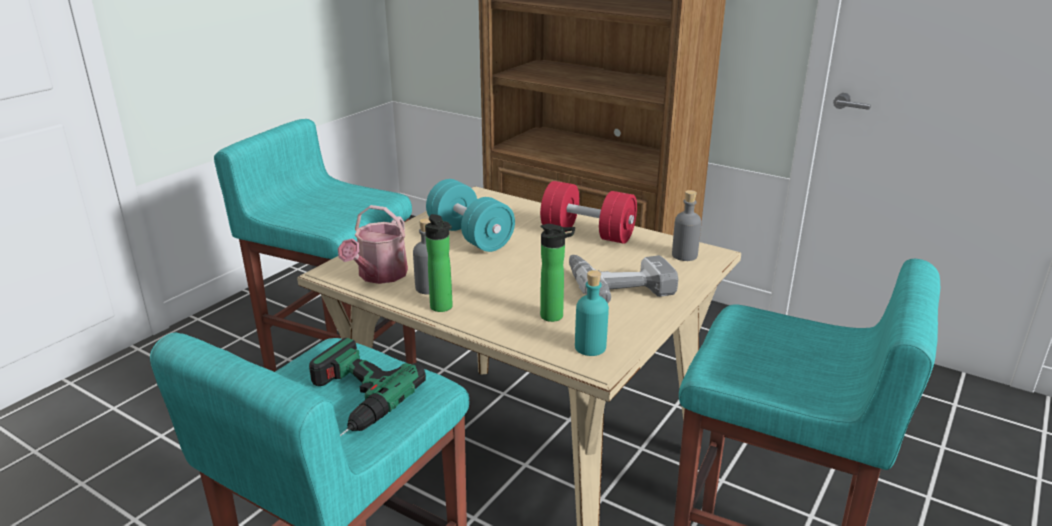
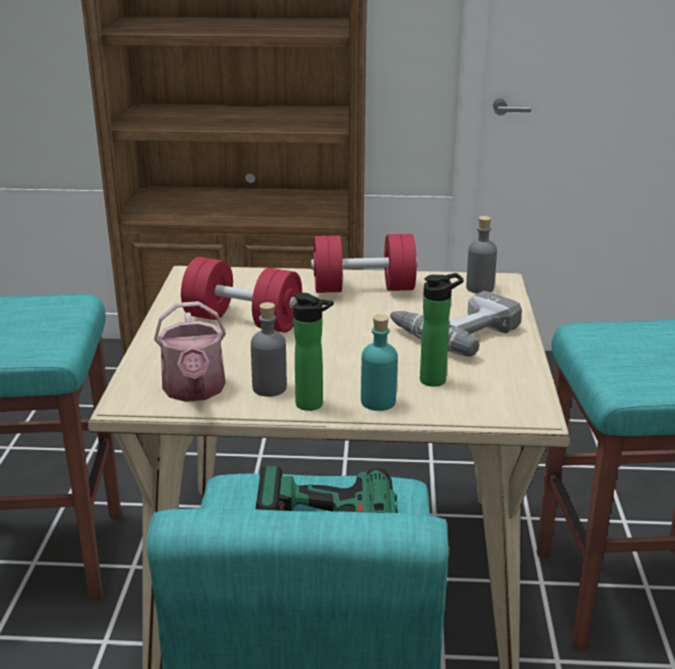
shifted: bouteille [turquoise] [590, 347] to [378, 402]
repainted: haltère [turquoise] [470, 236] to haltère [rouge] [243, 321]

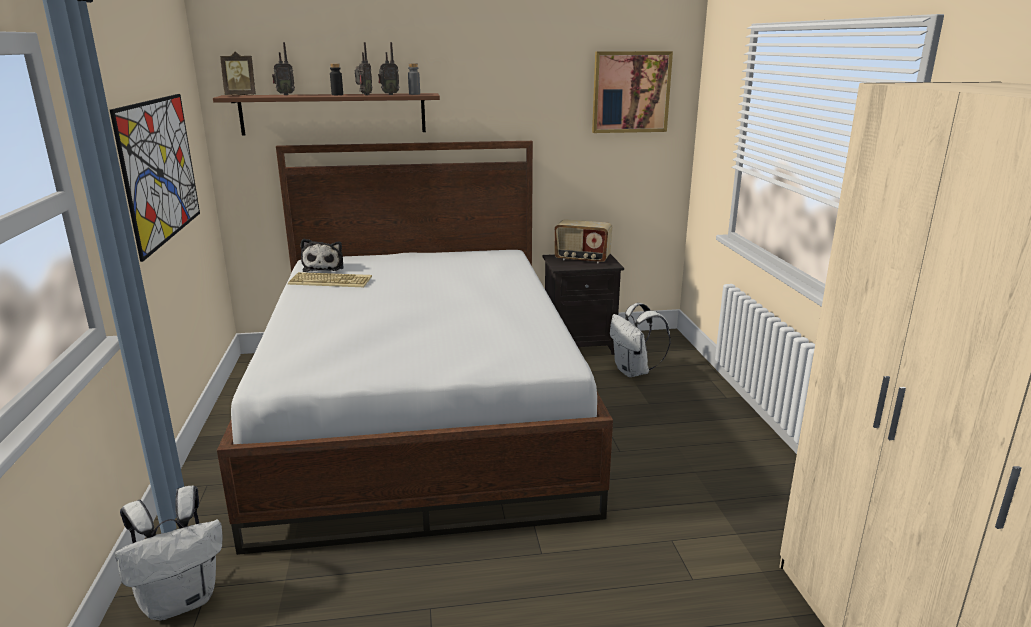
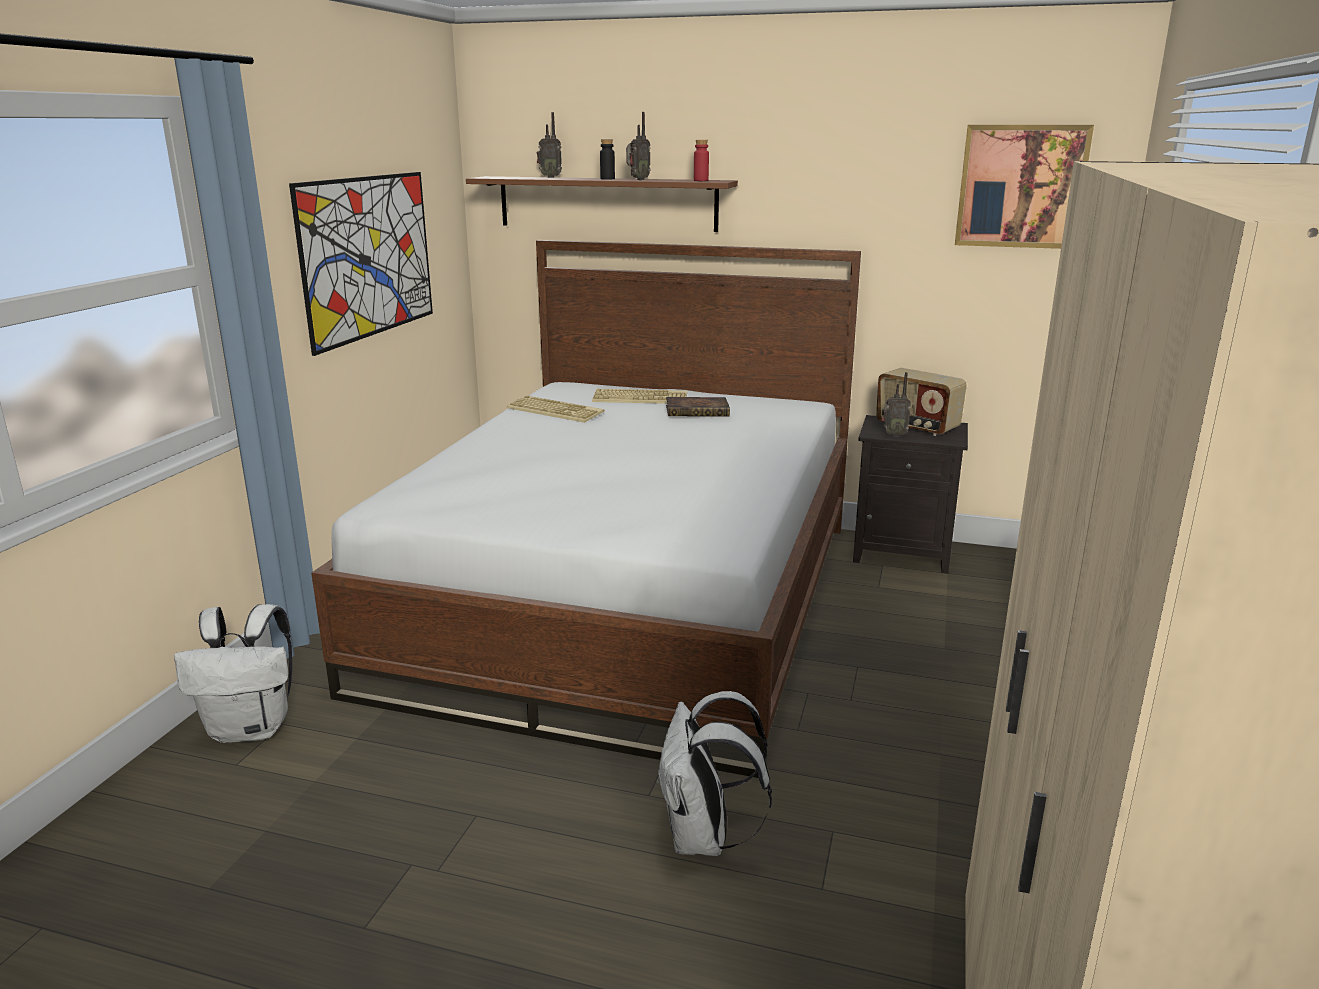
gone: cadre photo [241, 95]; peluche [324, 267]
new: clavier [641, 398]; livre [698, 411]
shifted: radio [389, 94] to [893, 435]; sac à dos [blanc] [634, 372] to [704, 838]
repainted: bouteille [gris] [414, 94] to bouteille [rouge] [701, 180]

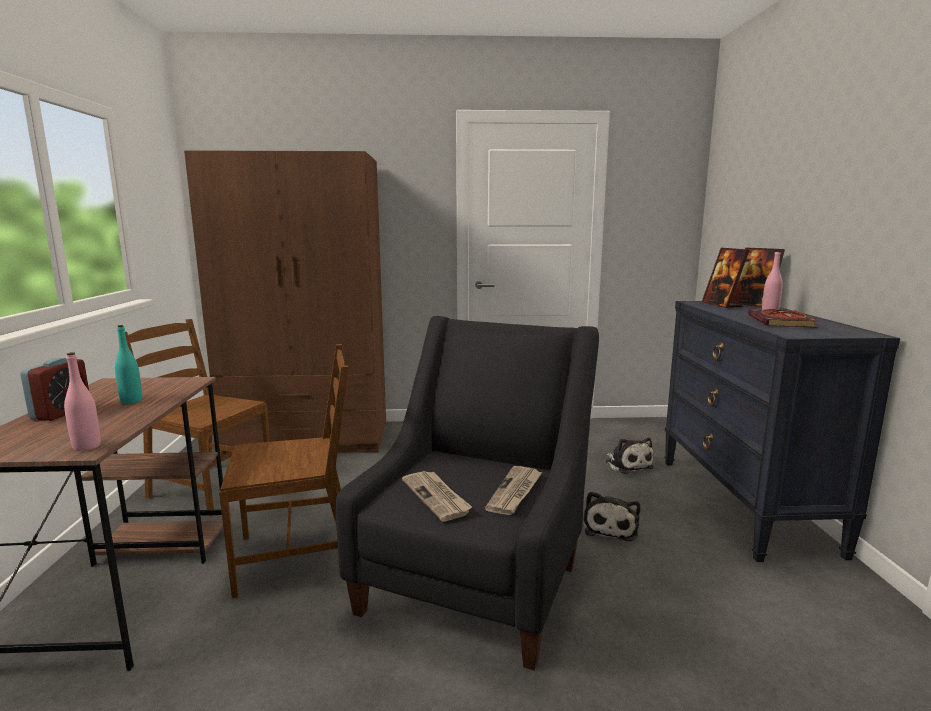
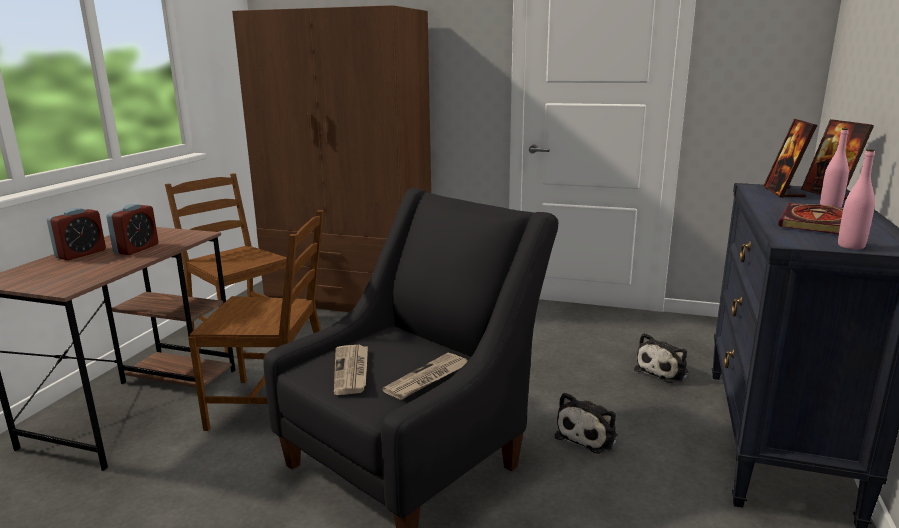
shifted: bouteille [rose] [87, 447] to [851, 246]
swapped: bouteille [turquoise] [131, 401] to réveil [136, 249]
rotated: peluche [627, 464] = [663, 371] 45 degrees clockwise

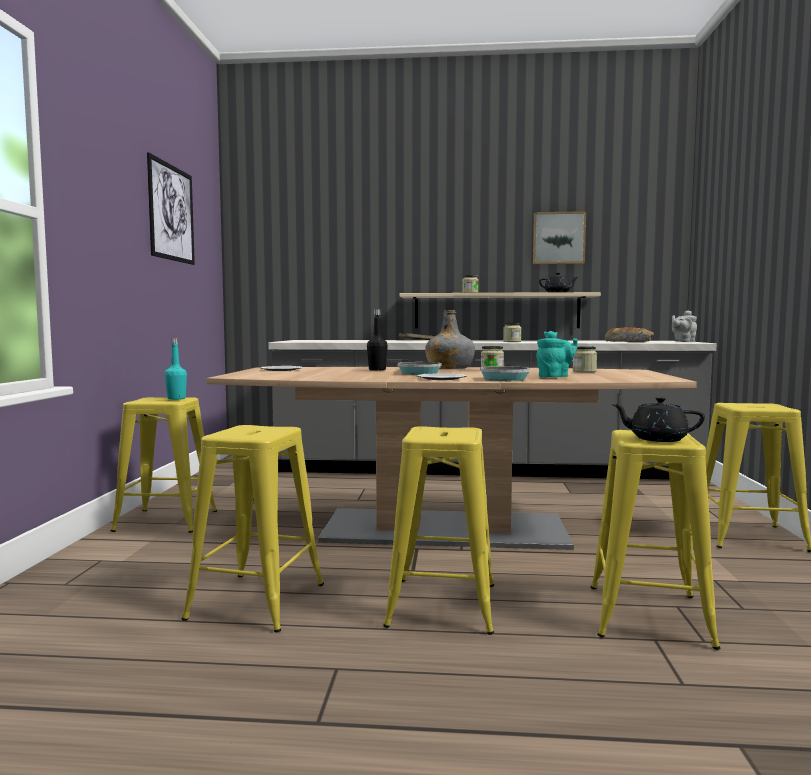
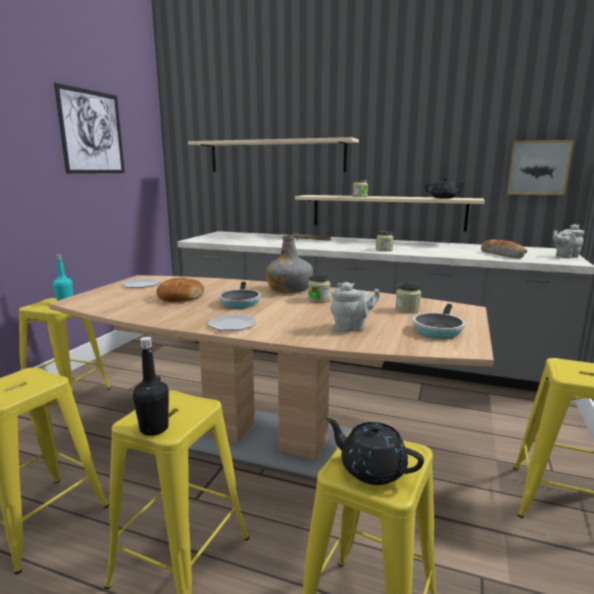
new: pain [180, 297]; étagère [beige] [276, 156]
shifted: bouteille [noir] [377, 369] to [154, 429]; poêle [504, 378] to [438, 329]; tableau [558, 238] to [538, 168]
repainted: théière [turquoise] [555, 377] to théière [gris] [351, 328]

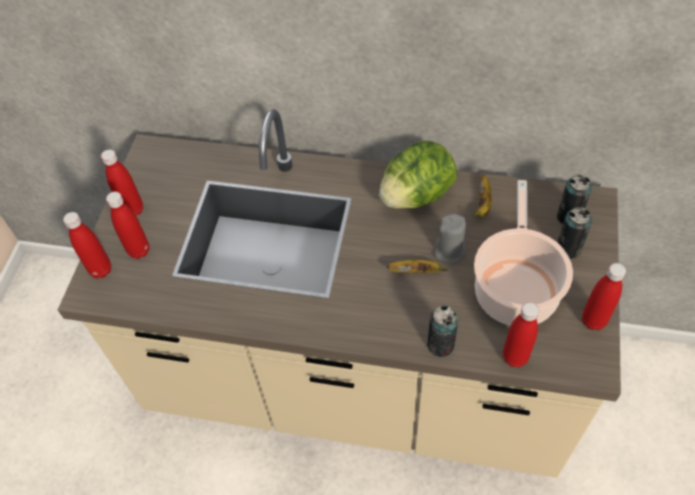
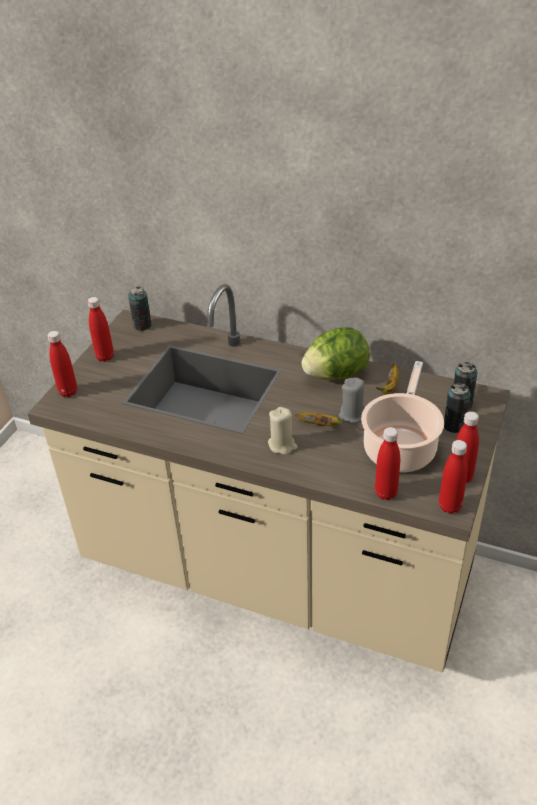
new: bougie [beige] [282, 445]
shifted: bouteille [rouge] [139, 250] to [449, 506]; boîte métallique [440, 345] to [142, 325]

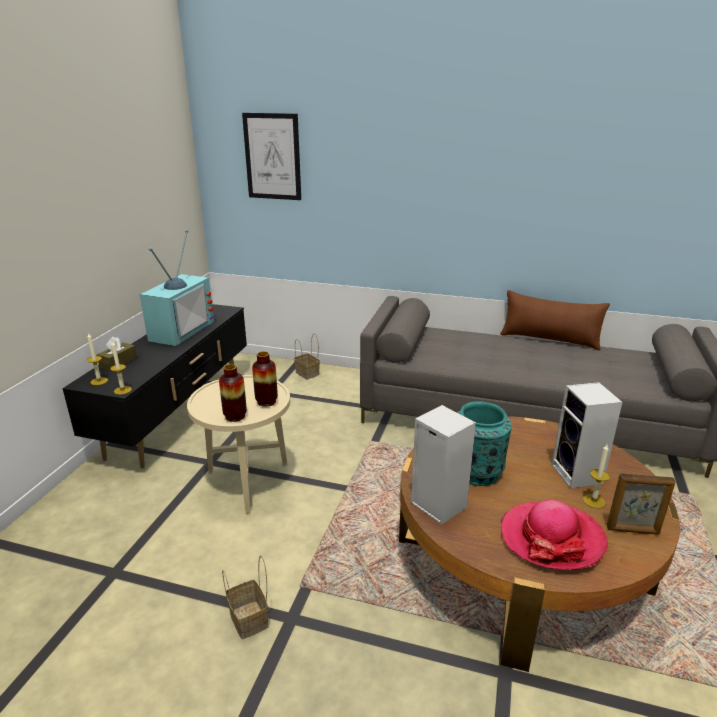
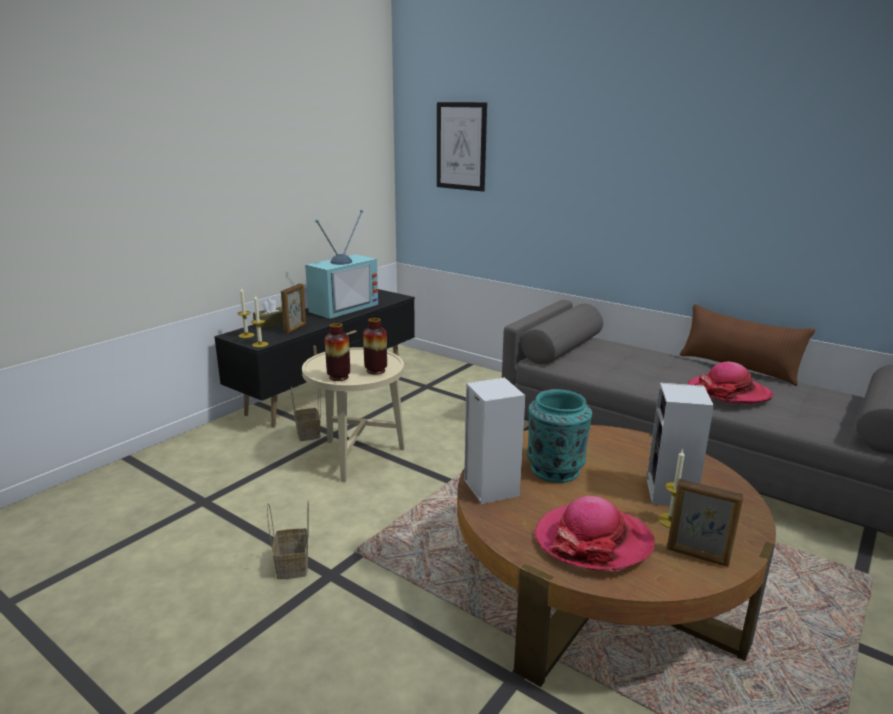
new: cadre photo [295, 329]; chapeau [729, 392]
shifted: panier [308, 373] to [309, 434]

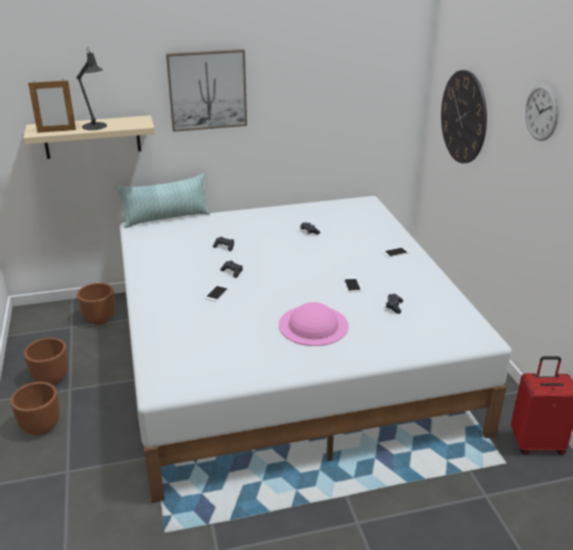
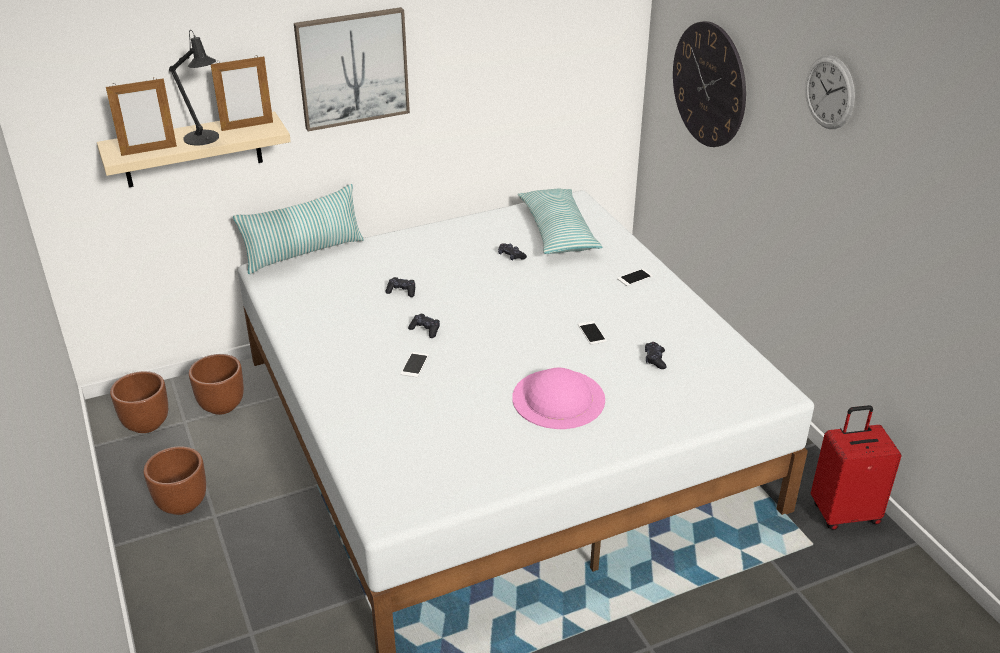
new: cadre photo [247, 126]; coussin [557, 232]
shifted: cache-pot [marron] [40, 426] to [146, 423]

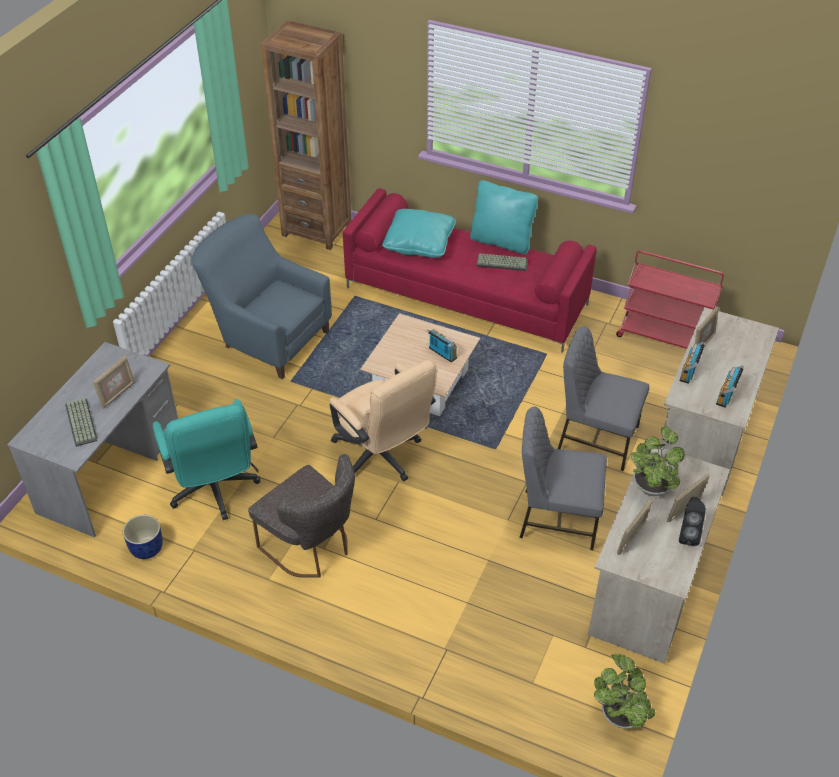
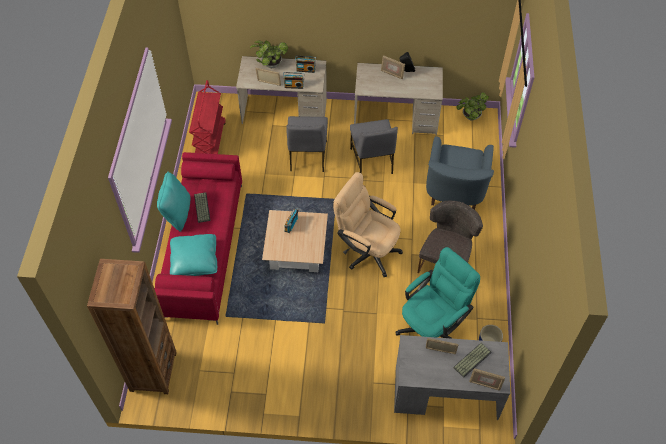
shifted: fauteuil [bleu] [267, 337] to [454, 194]; cadre photo [632, 539] to [484, 384]; plante en pot [652, 485] to [270, 64]
rotated: chaise de bureau [beige] [382, 458] = [367, 250] 90 degrees counterclockwise

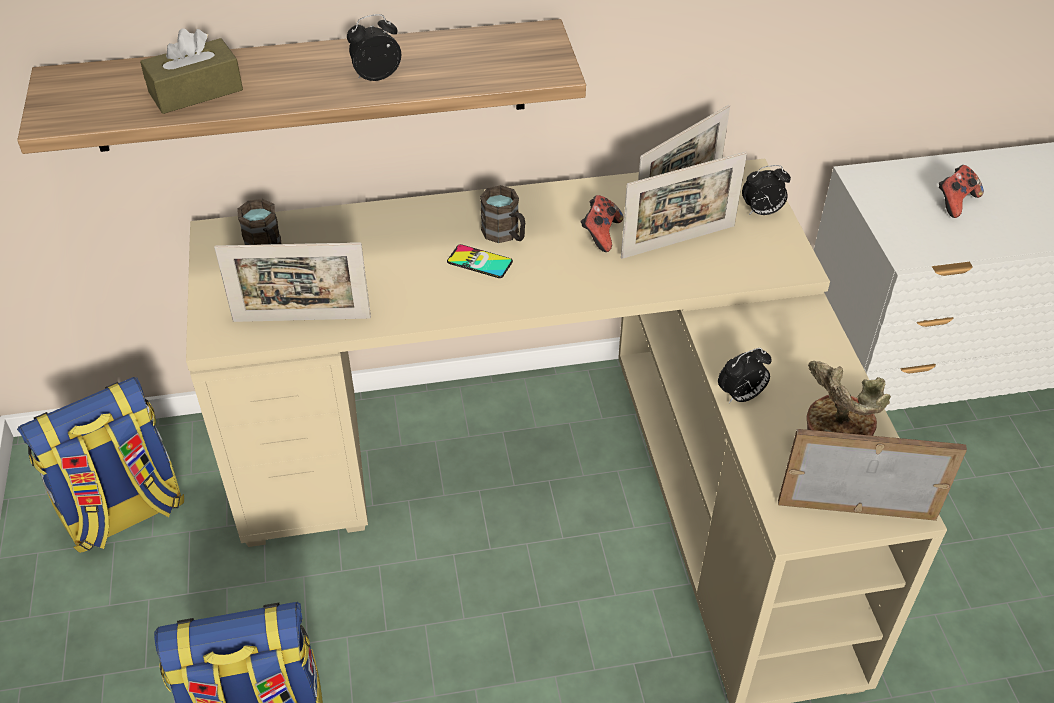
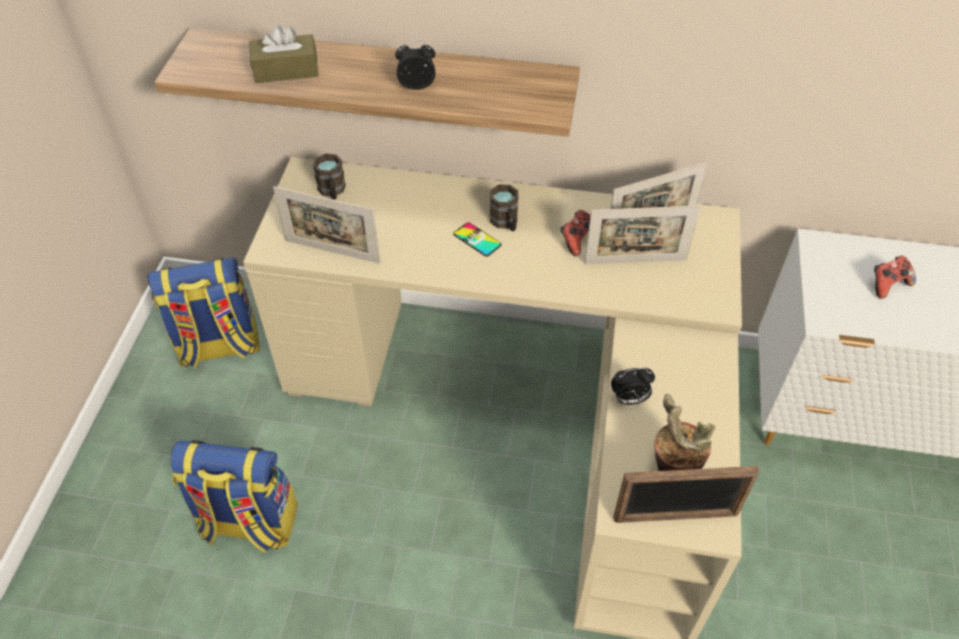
gone: réveil [762, 212]
rotated: cadre photo [856, 509] = [675, 517] 150 degrees clockwise

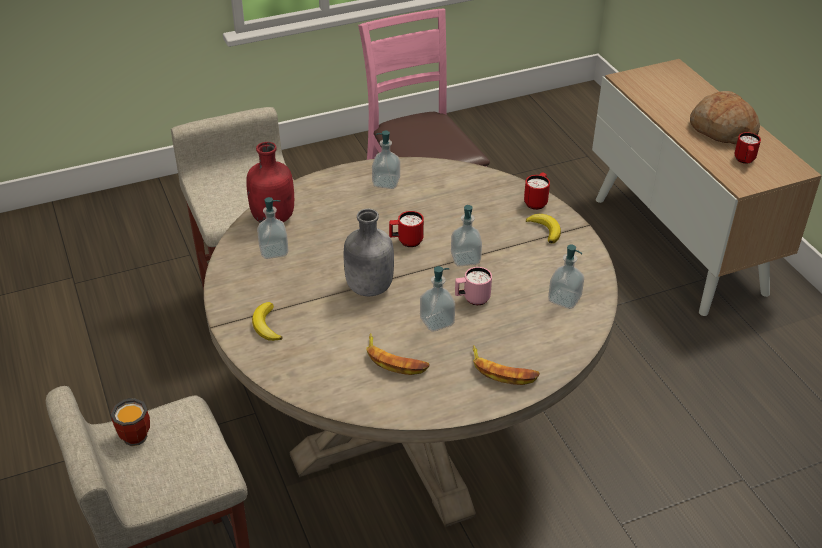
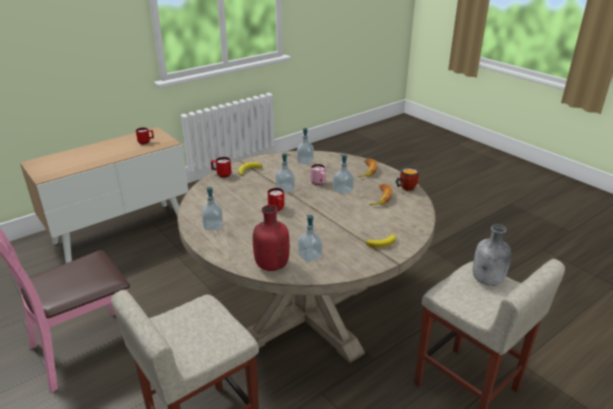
gone: pain [722, 130]
shifted: mug [137, 433] to [405, 188]; bouteille [gris] [368, 288] to [488, 280]

